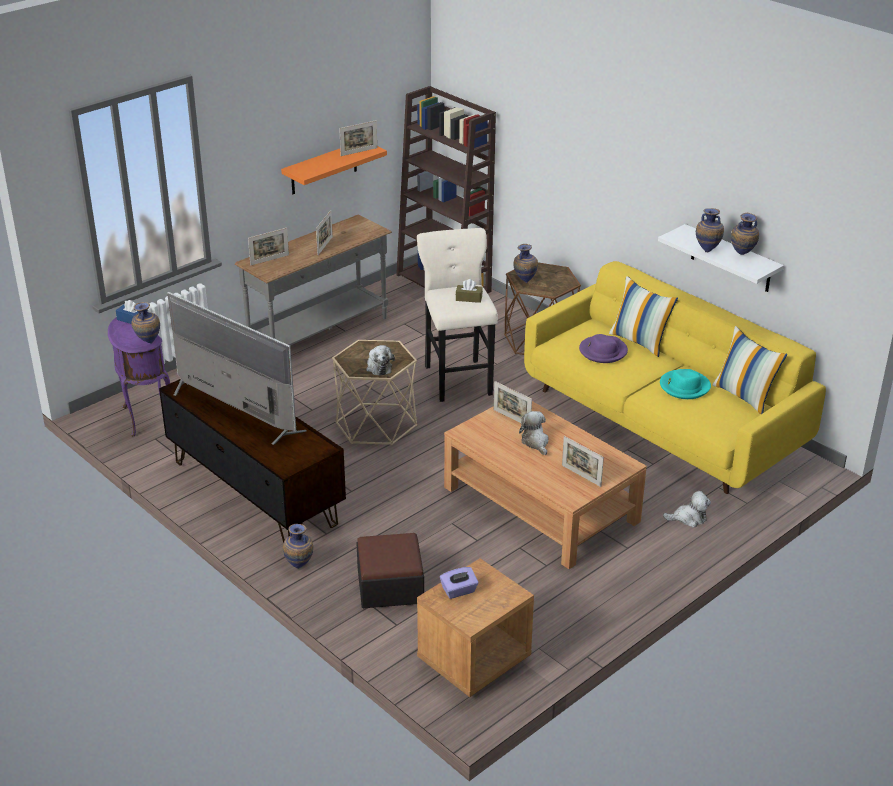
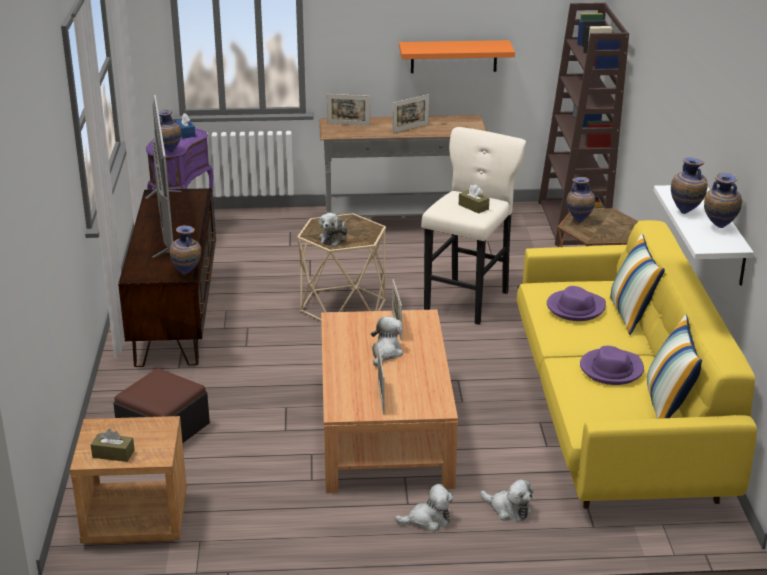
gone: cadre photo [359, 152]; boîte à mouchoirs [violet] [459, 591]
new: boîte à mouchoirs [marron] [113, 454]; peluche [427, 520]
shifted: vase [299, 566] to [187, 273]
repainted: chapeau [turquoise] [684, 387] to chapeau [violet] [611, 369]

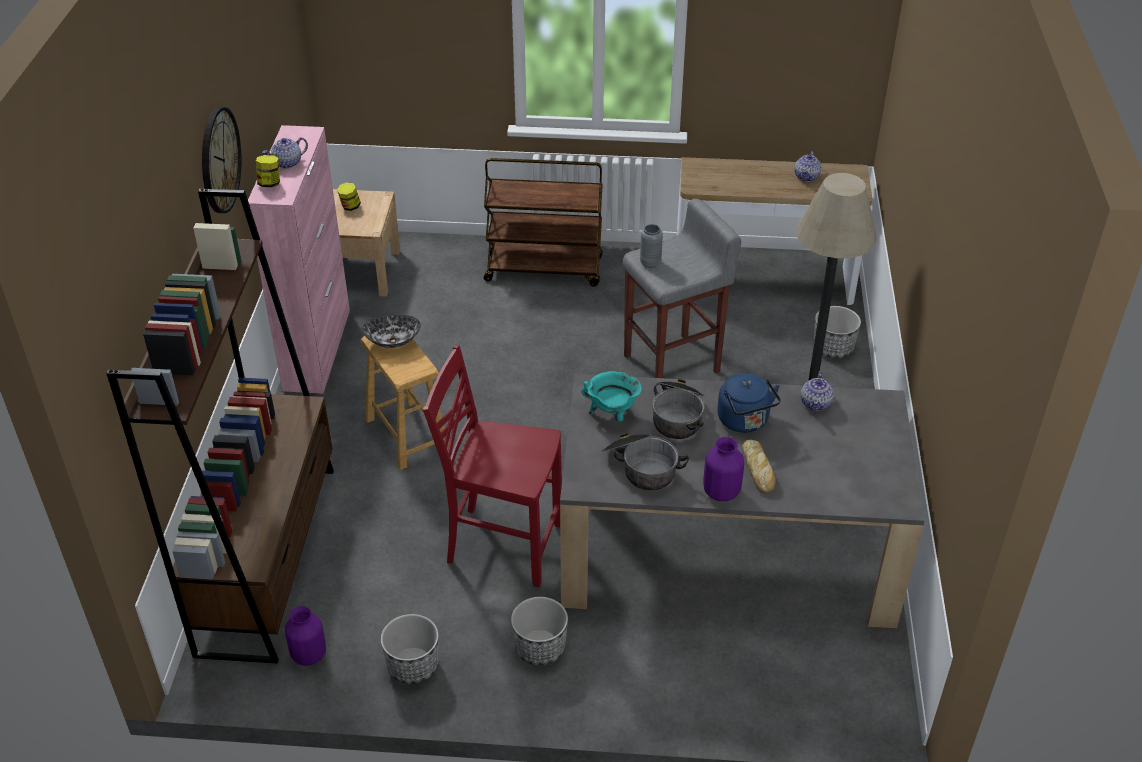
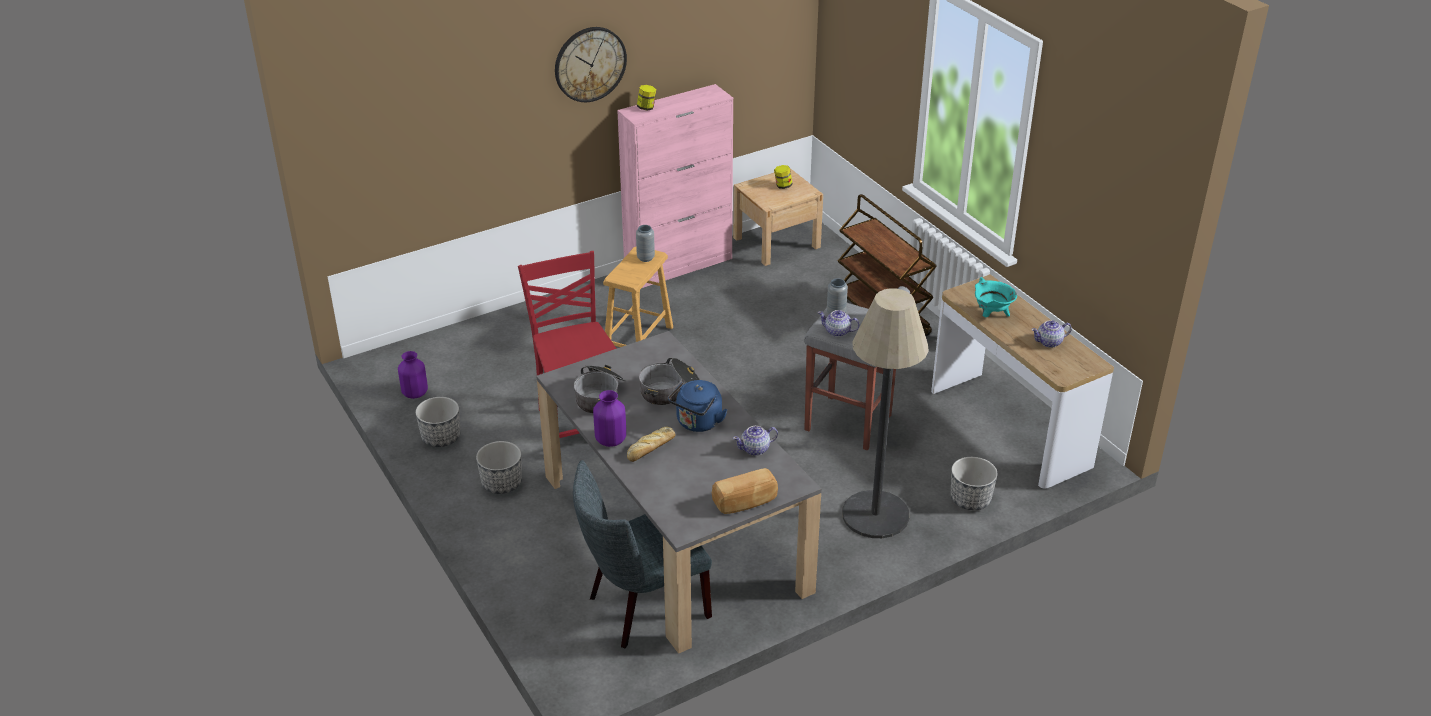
gone: bibliothèque [marron] [268, 557]
new: chaise [gris] [641, 608]; pain [745, 502]
shifted: théière [288, 163] to [837, 332]; marmite [turquoise] [612, 414] to [991, 315]
swapped: bol [393, 340] to vase [gris] [645, 258]

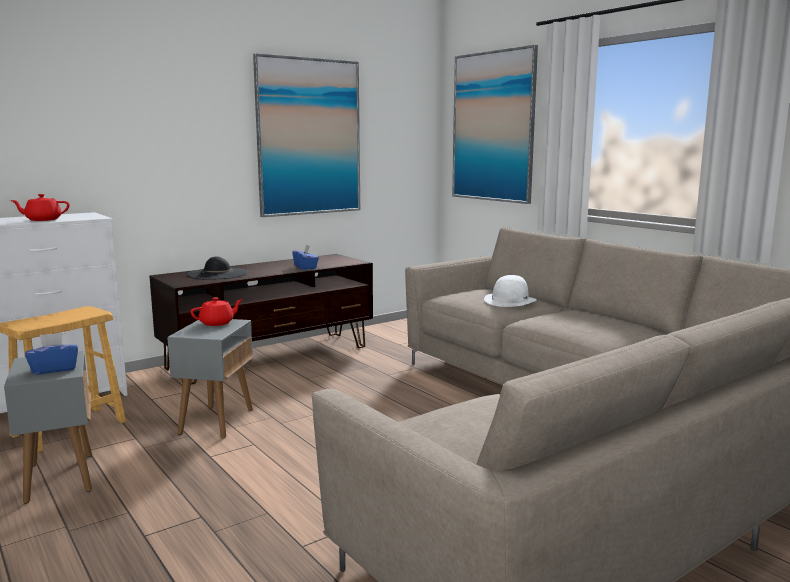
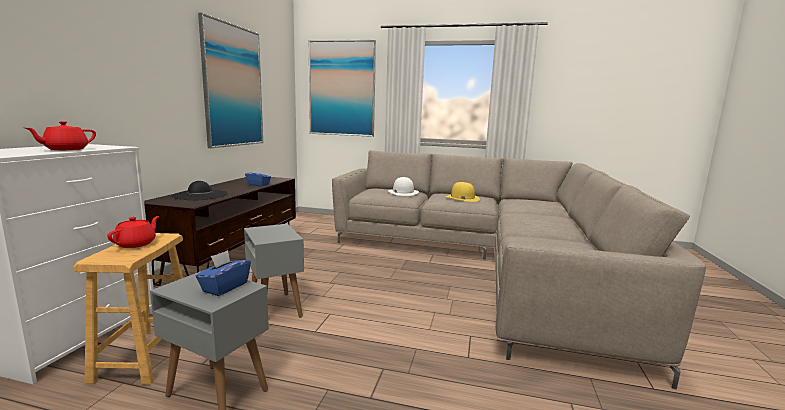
new: chapeau [jaune] [462, 198]
shifted: théière [rouge] [217, 323] to [136, 244]

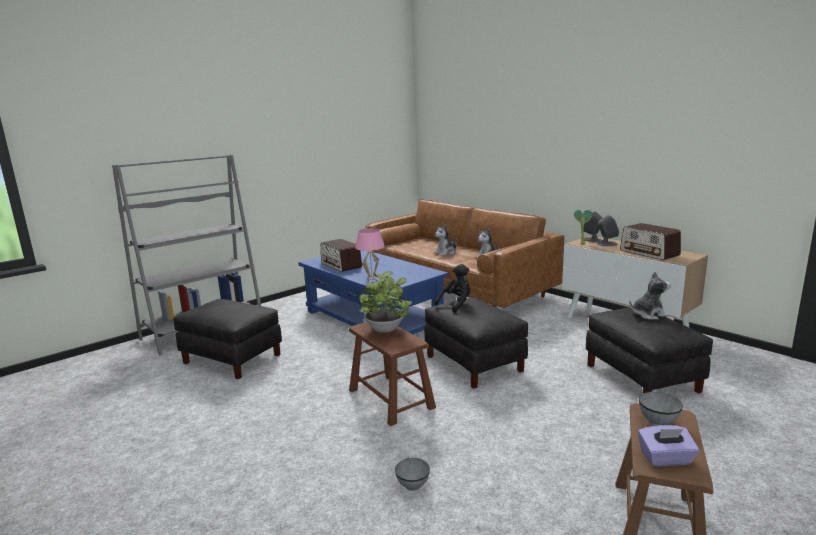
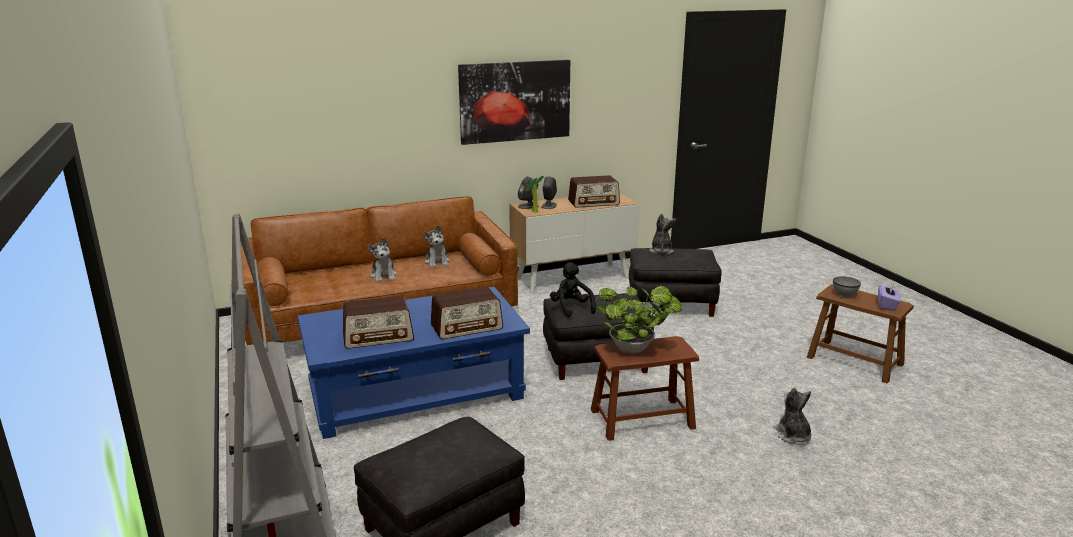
new: tableau [515, 101]
swapped: lampe de table [rose] [371, 278] to radio [467, 327]; bol [gris] [412, 485] to peluche [792, 435]

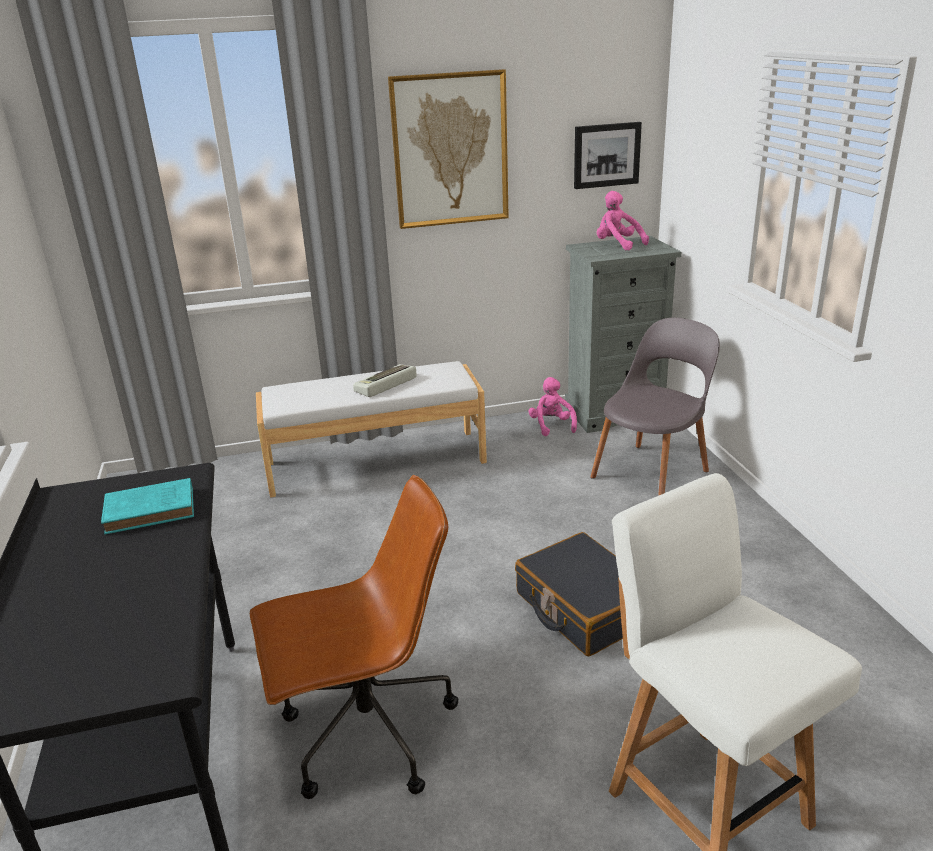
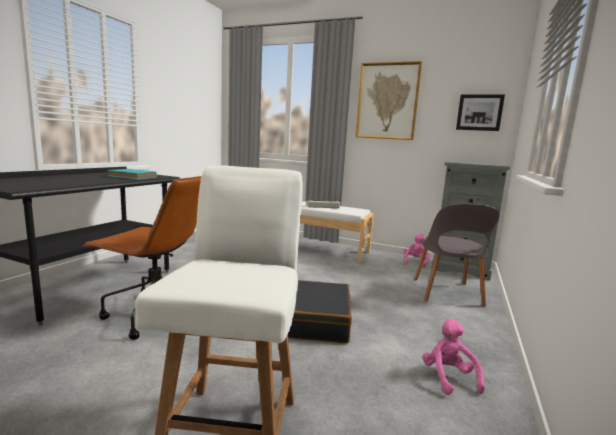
shifted: peluche [rose] [617, 245] to [448, 377]
rotated: chaise [gris] [652, 472] = [447, 293] 105 degrees clockwise

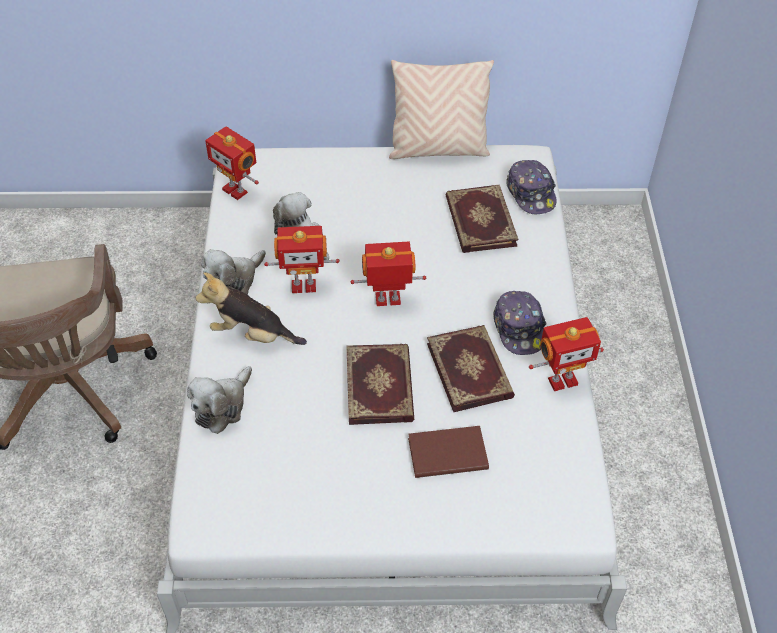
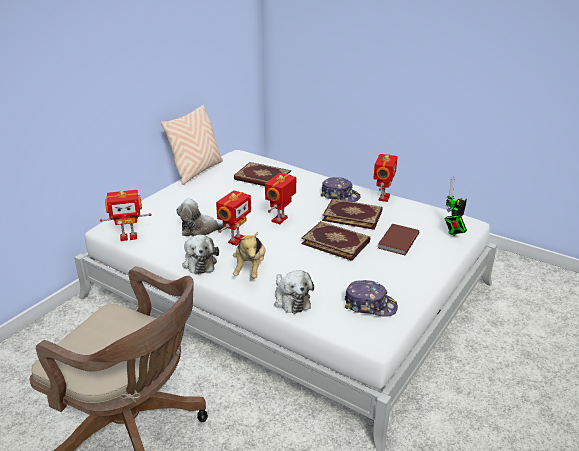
new: robot jouet [453, 232]
shifted: casquette [531, 193] to [370, 305]
rotated: peluche [252, 334] = [250, 269] 45 degrees counterclockwise

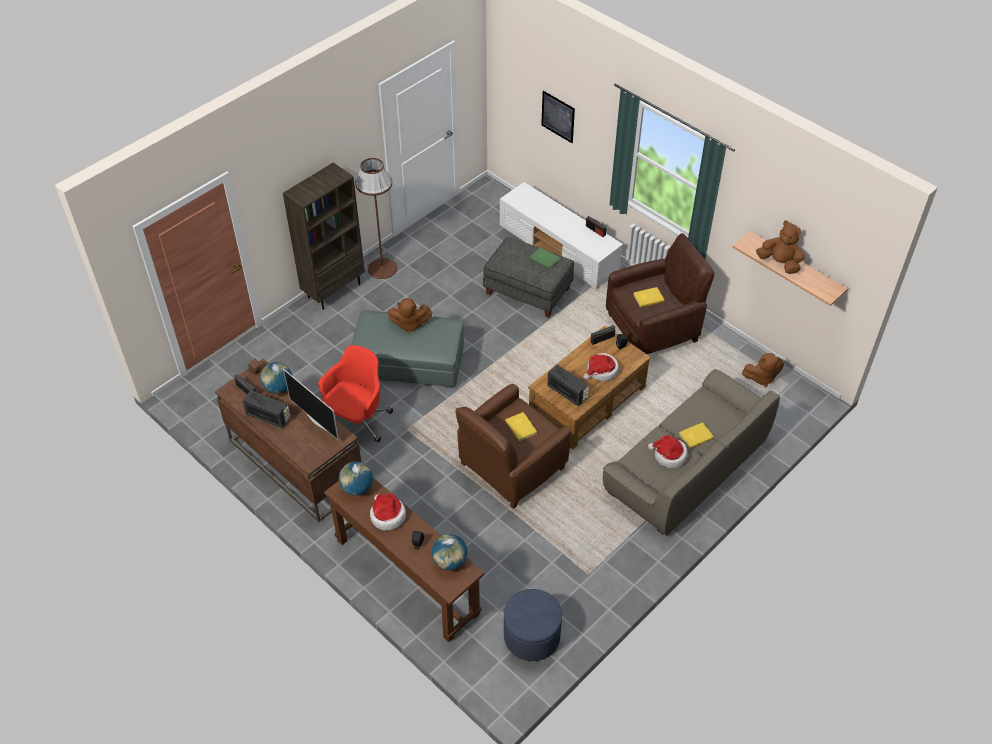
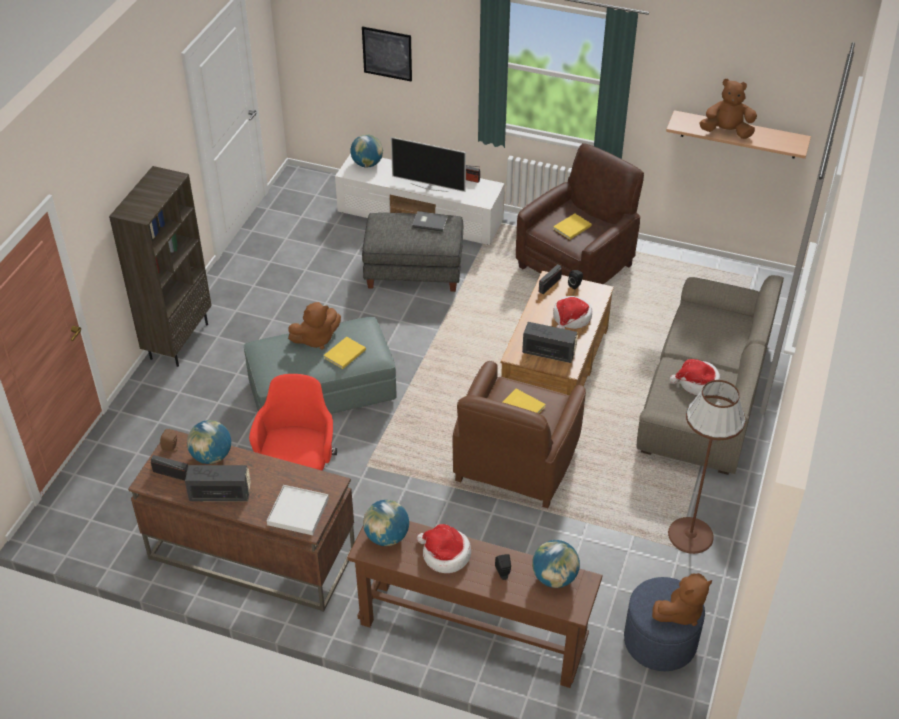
new: plateau [blanc] [298, 512]; globe [367, 164]
shifted: téléviseur [317, 421] to [429, 187]; lampadaire [marron] [382, 268] to [690, 535]; livre [jaune] [695, 436] to [343, 353]; peluche [marron] [761, 377] to [681, 612]
repainted: livre [vert] [544, 258] to livre [gris] [429, 222]

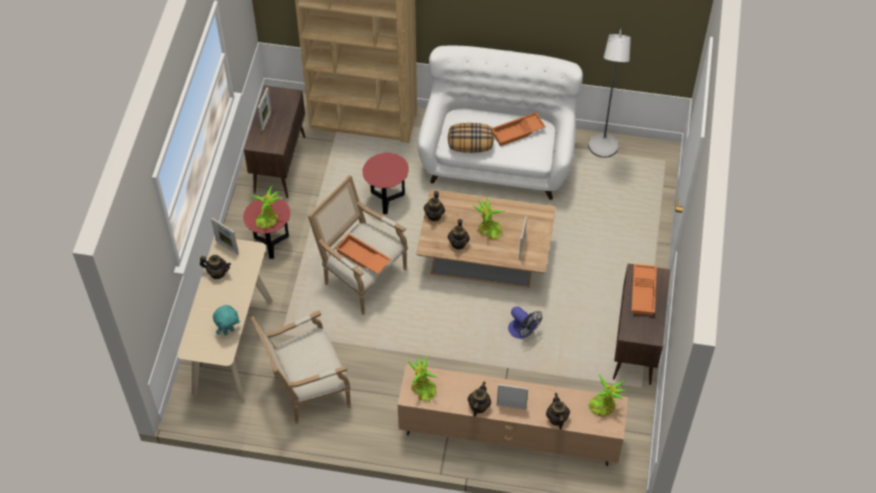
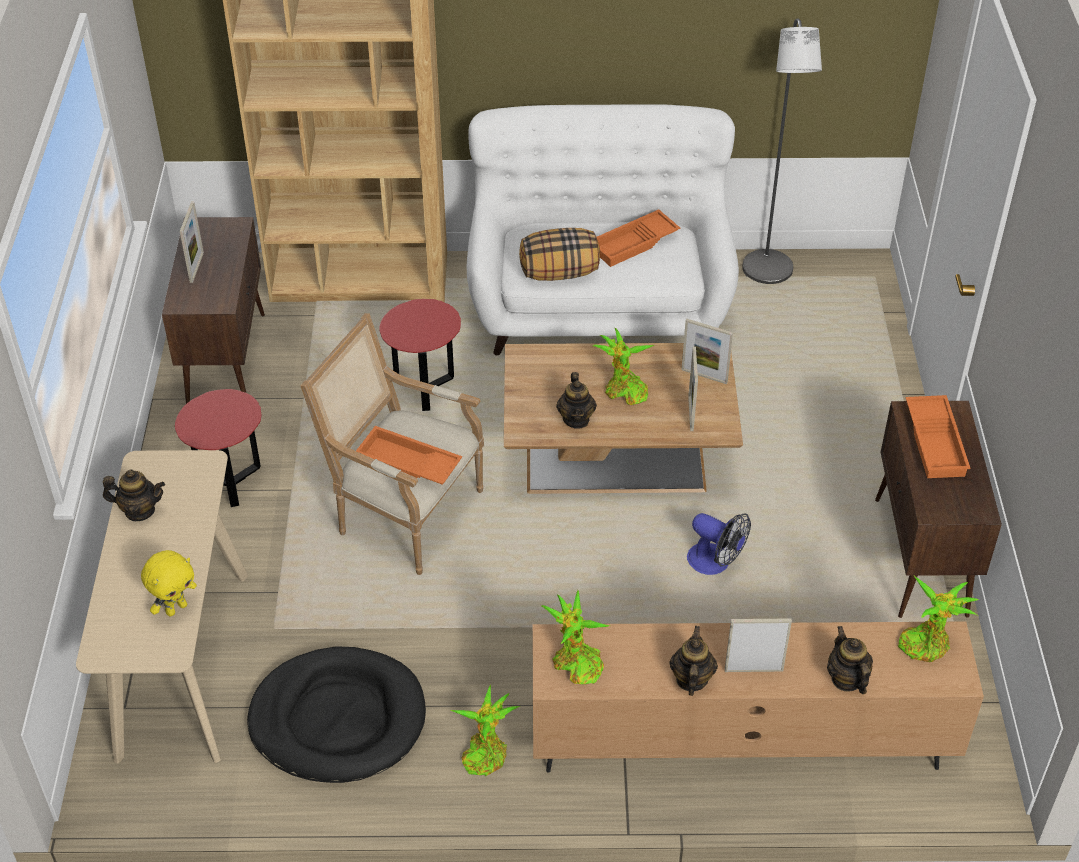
gone: théière [434, 215]
shifted: cadre photo [227, 247] to [704, 376]; plante en pot [268, 218] to [485, 753]
swapped: fauteuil [307, 389] to panier pour chien [noir] [338, 719]
repainted: peluche [turquoise] [229, 331] to peluche [jaune] [176, 608]

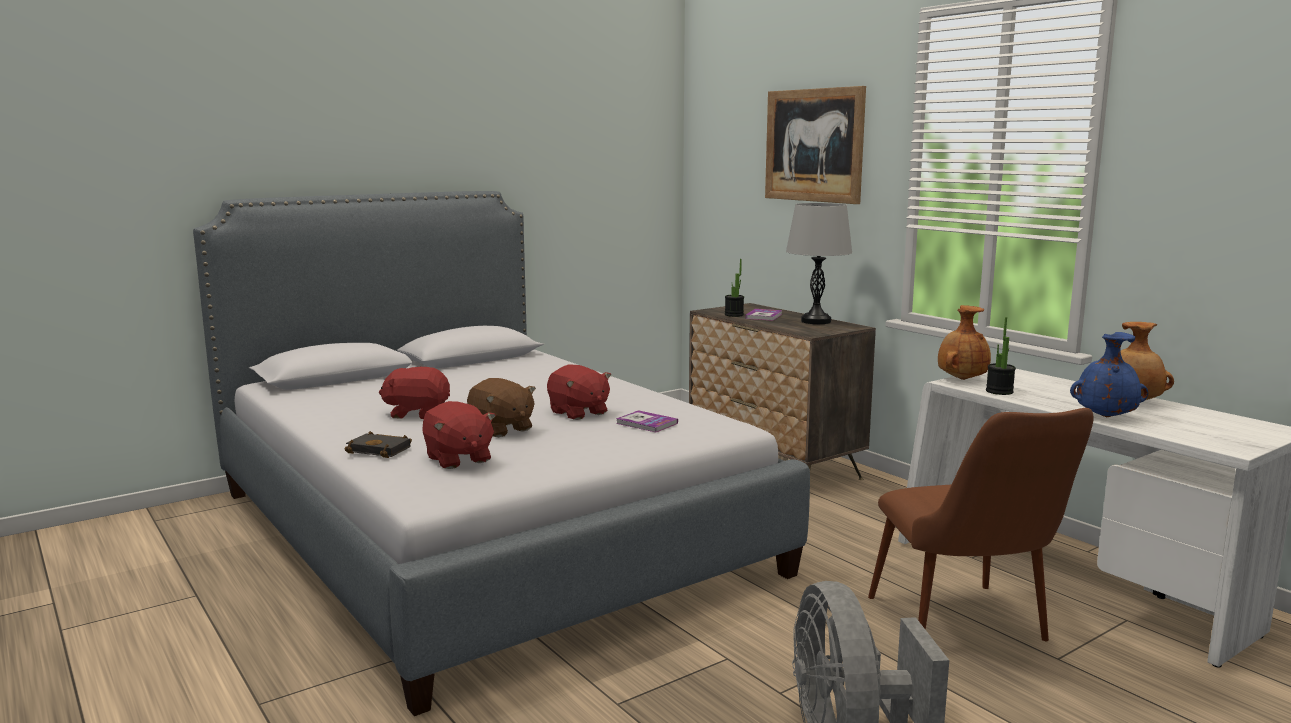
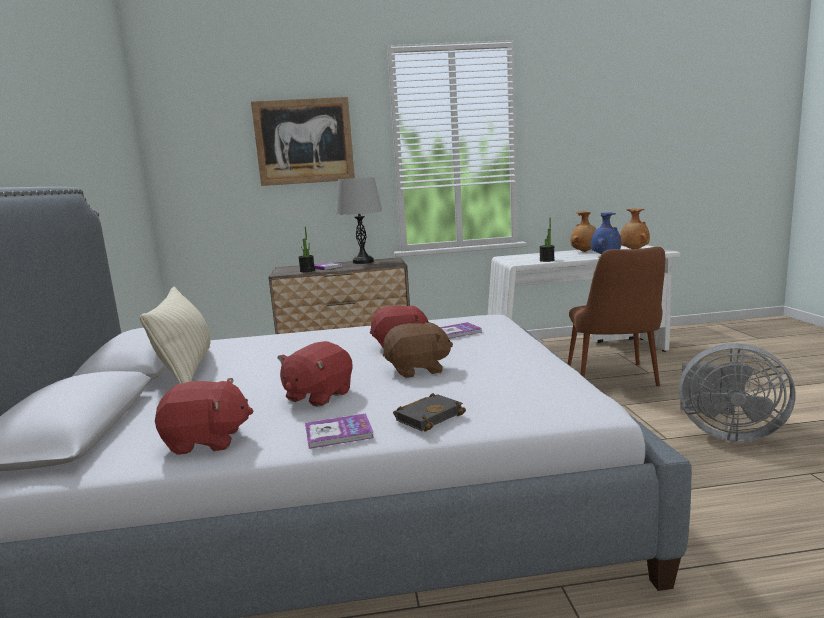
new: coussin [beige] [186, 369]; livre [338, 433]
shifted: peluche [rouge] [458, 459] to [207, 441]; vase [marron] [961, 379] to [633, 250]
rotated: chaise [marron] [969, 632] = [615, 381] 75 degrees clockwise

